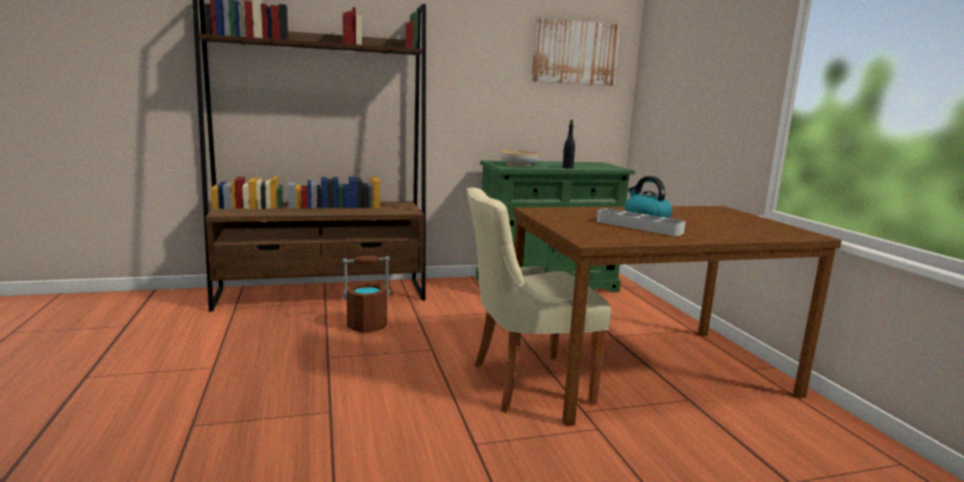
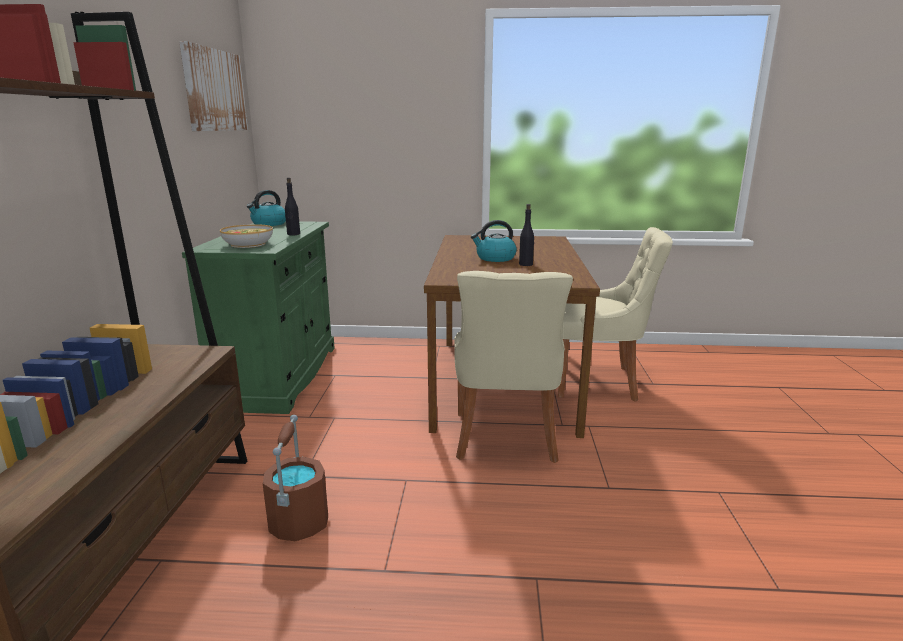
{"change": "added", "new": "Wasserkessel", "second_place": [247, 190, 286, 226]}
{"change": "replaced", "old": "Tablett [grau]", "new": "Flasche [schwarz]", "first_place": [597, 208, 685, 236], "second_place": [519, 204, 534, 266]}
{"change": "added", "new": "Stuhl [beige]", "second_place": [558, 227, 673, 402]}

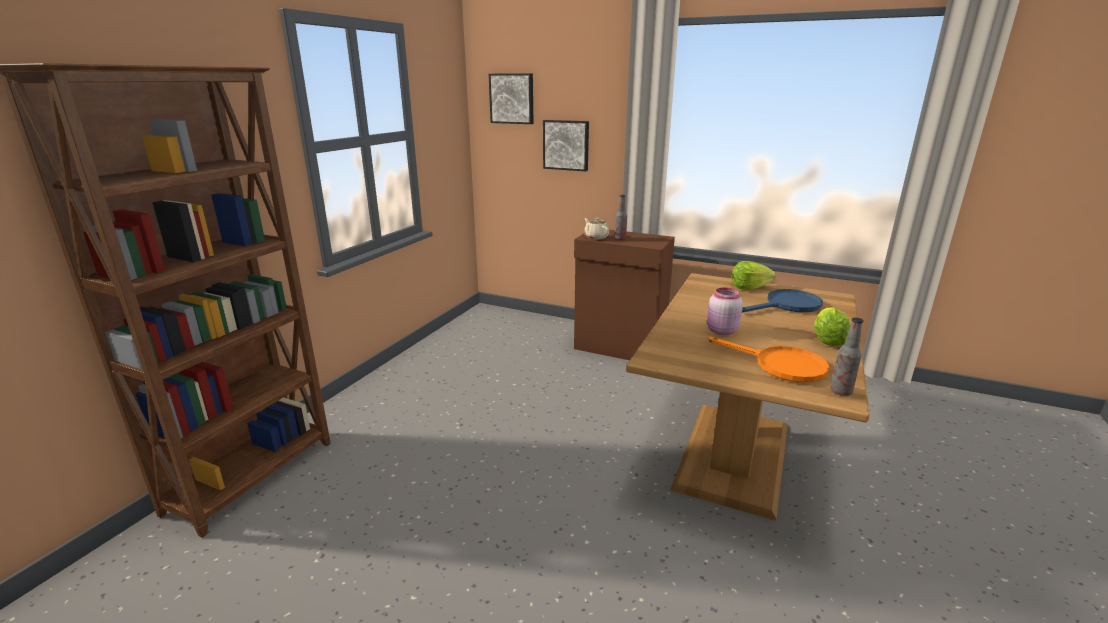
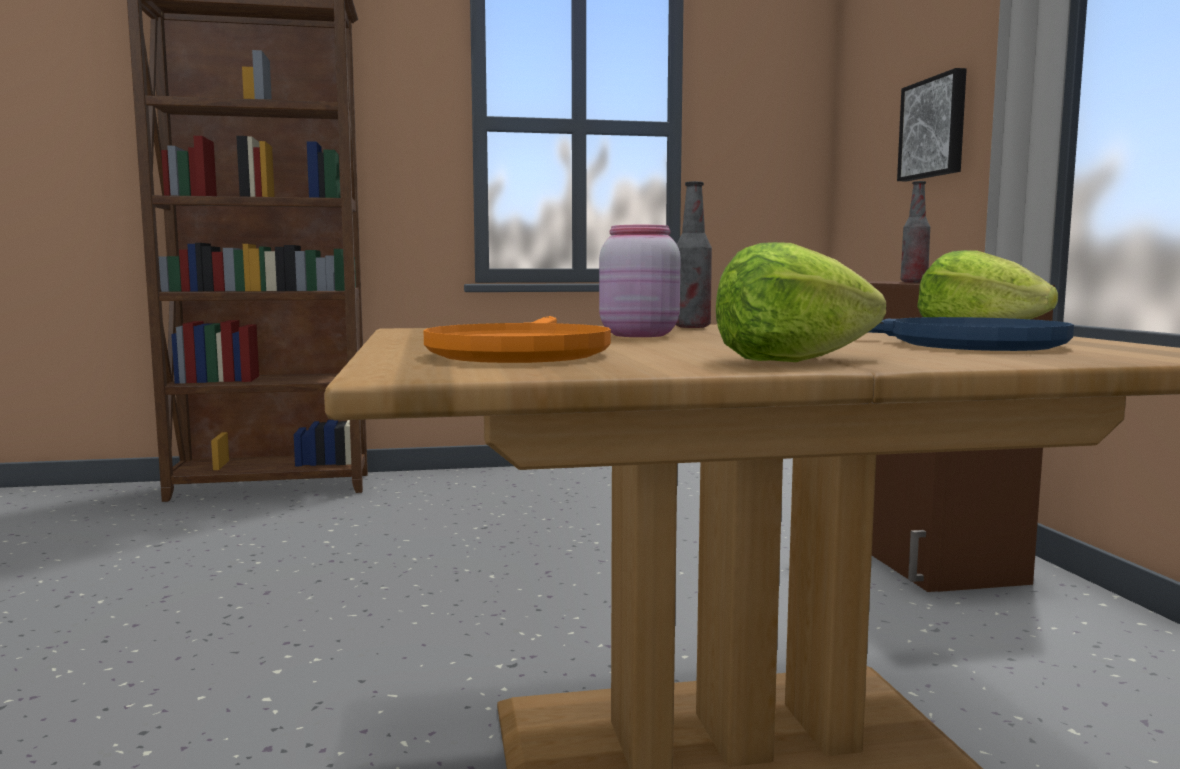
{"change": "moved", "old": "Flasche", "first_place": [830, 317, 864, 396], "second_place": [676, 181, 712, 328]}
{"change": "removed", "old": "Bild", "first_place": [489, 73, 533, 124]}
{"change": "removed", "old": "Teekanne [beige]", "first_place": [584, 218, 609, 239]}

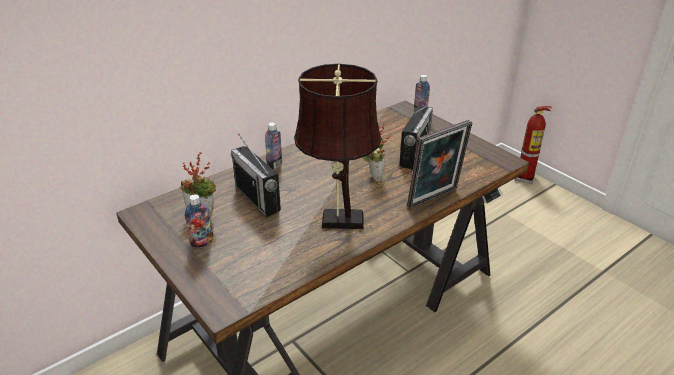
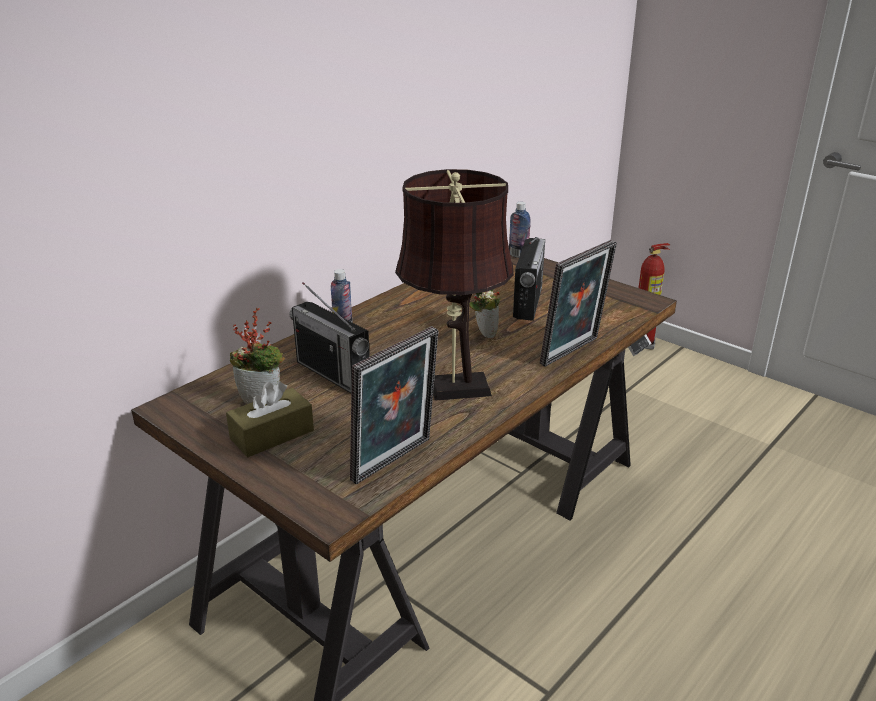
{"change": "replaced", "old": "Flasche", "new": "Taschentuchbox [braun]", "first_place": [185, 194, 213, 248], "second_place": [226, 381, 314, 457]}
{"change": "added", "new": "Bilderrahmen", "second_place": [350, 326, 438, 484]}

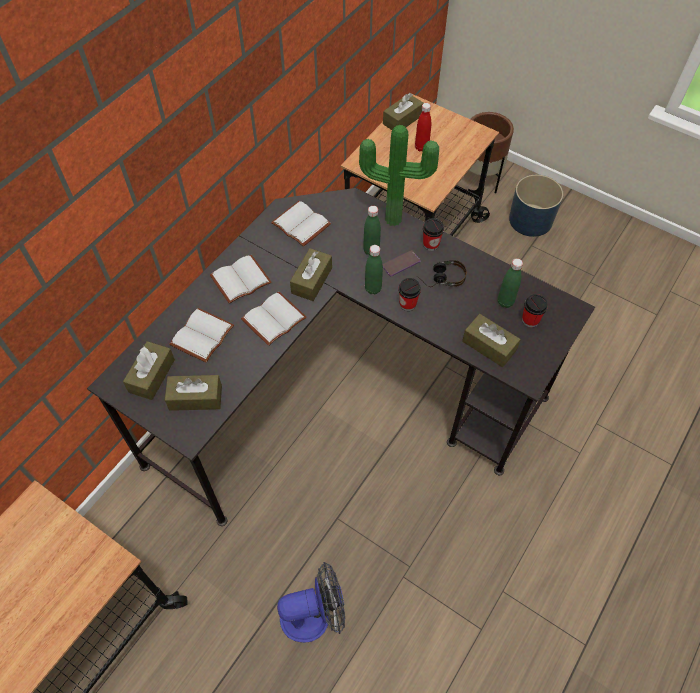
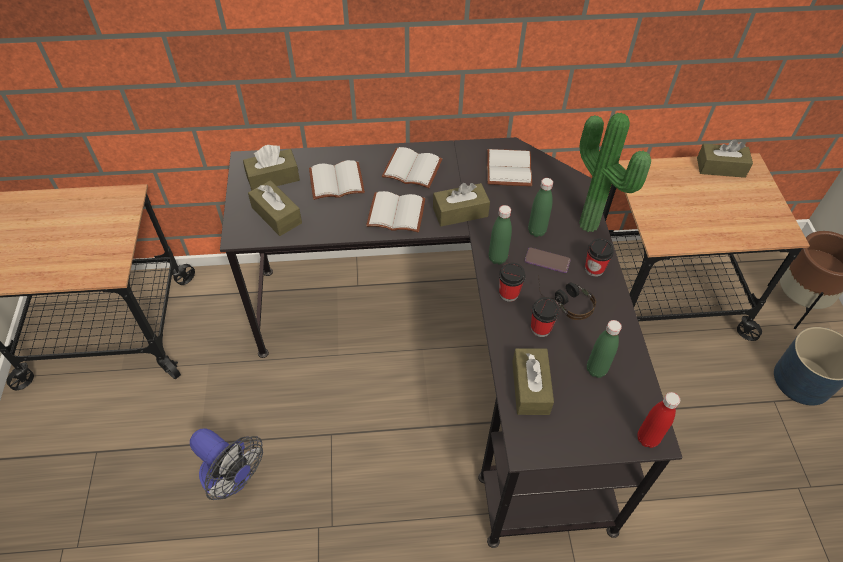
{"change": "moved", "old": "Tasse", "first_place": [522, 294, 548, 328], "second_place": [531, 297, 559, 337]}
{"change": "moved", "old": "Flasche [rot]", "first_place": [415, 103, 431, 152], "second_place": [637, 392, 680, 448]}

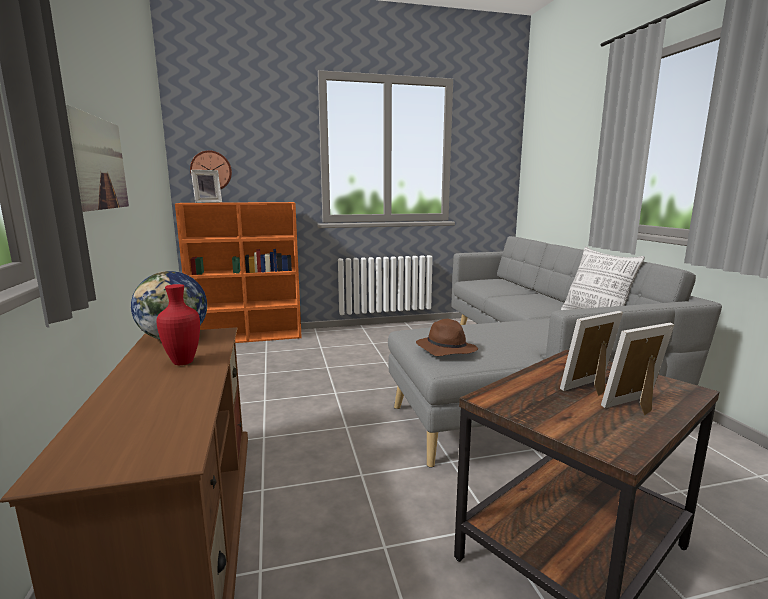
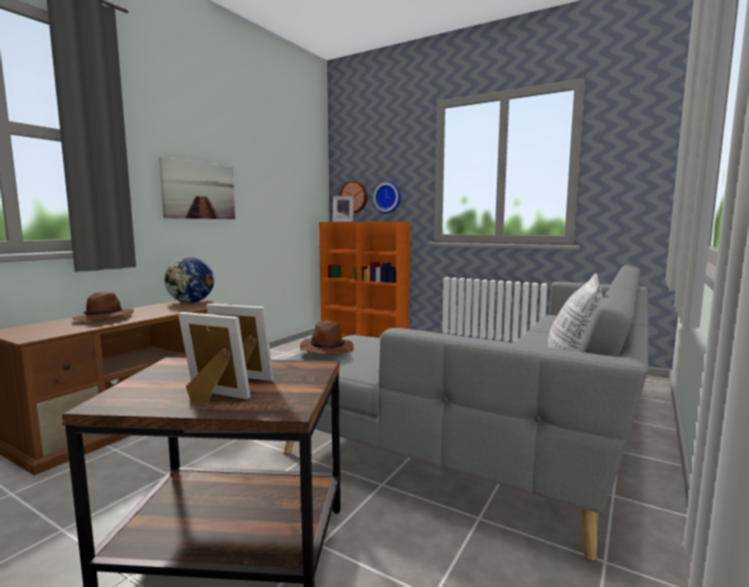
{"change": "added", "new": "Hut [braun]", "second_place": [72, 292, 134, 321]}
{"change": "added", "new": "Wanduhr", "second_place": [373, 181, 401, 213]}
{"change": "removed", "old": "Vase [rot]", "first_place": [156, 284, 200, 365]}

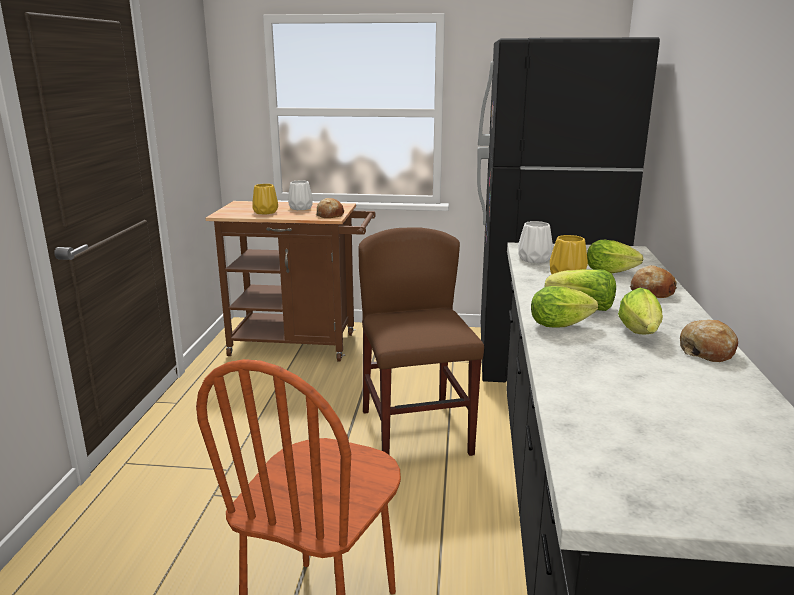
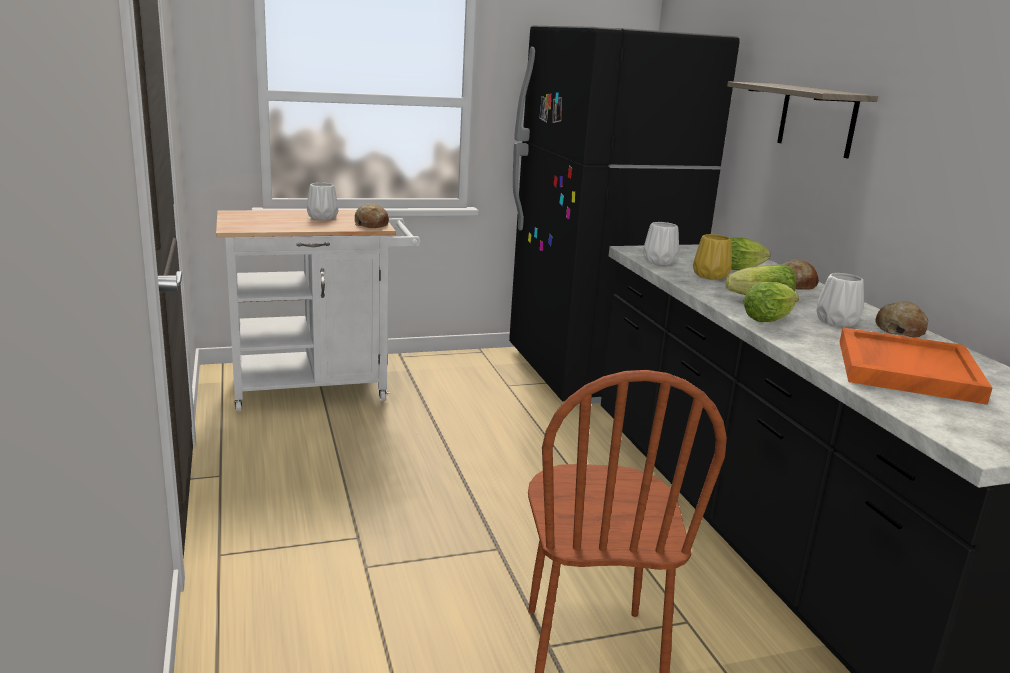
{"change": "recoloured", "old": "Rollwagen [braun]", "new": "Rollwagen [weiß]", "first_place": [205, 201, 376, 362], "second_place": [216, 210, 420, 412]}
{"change": "added", "new": "Wandregal", "second_place": [727, 81, 878, 158]}
{"change": "replaced", "old": "Salatkopf", "new": "Vase [weiß]", "first_place": [618, 288, 663, 335], "second_place": [816, 273, 864, 327]}
{"change": "added", "new": "Tablett [orange]", "second_place": [840, 327, 992, 405]}
{"change": "removed", "old": "Vase [gelb]", "first_place": [252, 184, 278, 214]}
{"change": "removed", "old": "Stuhl [braun]", "first_place": [358, 227, 484, 456]}

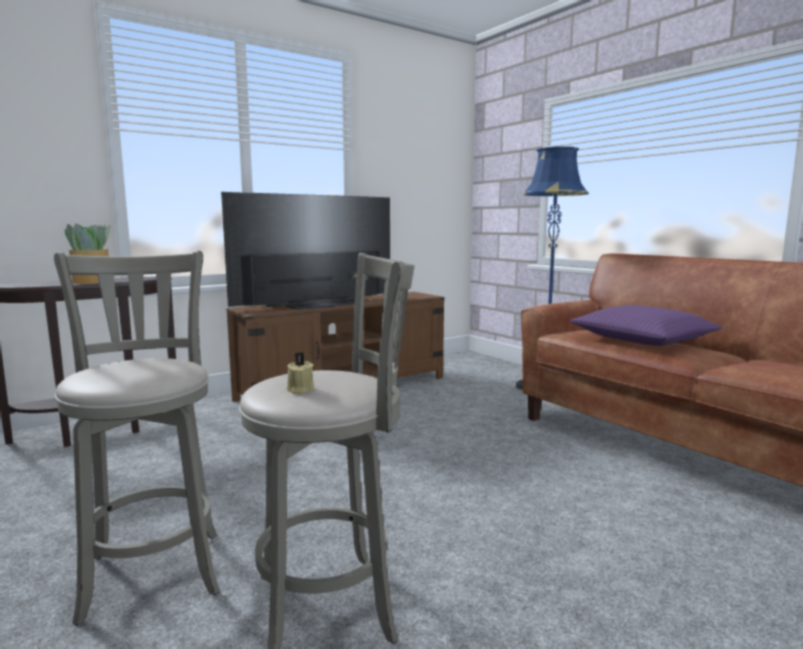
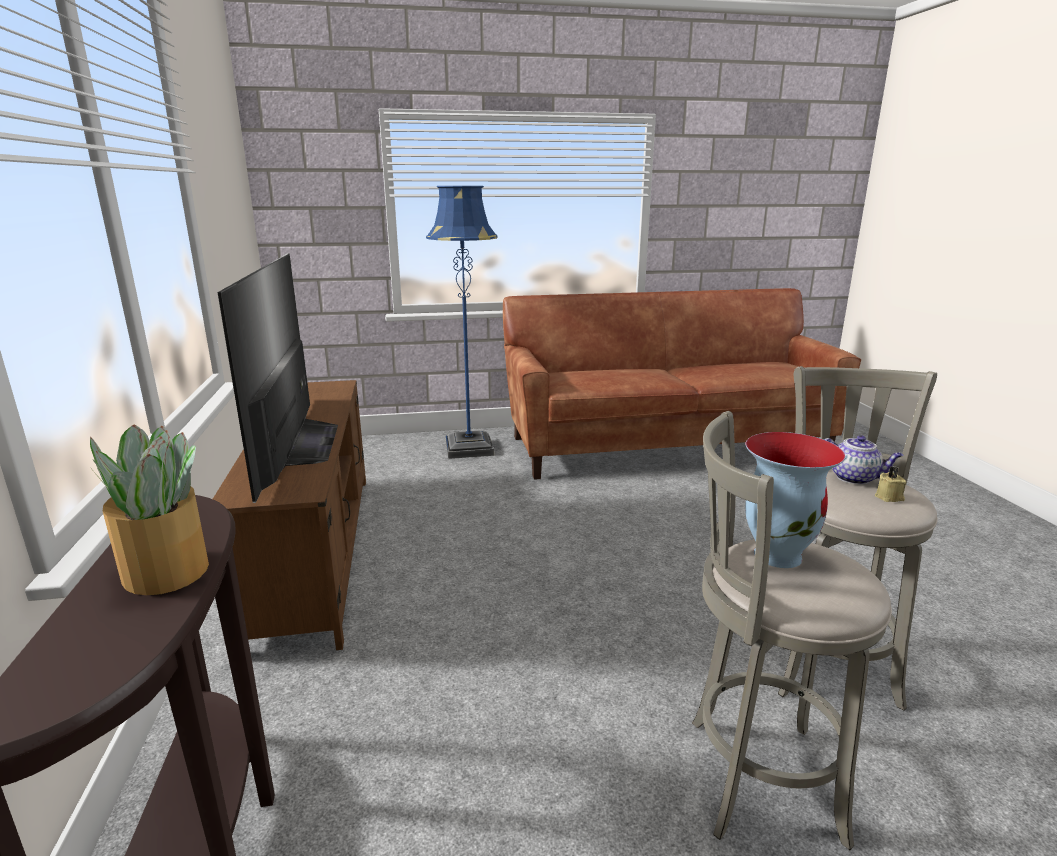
{"change": "added", "new": "Vase", "second_place": [745, 432, 846, 568]}
{"change": "added", "new": "Teekanne", "second_place": [824, 435, 904, 485]}
{"change": "removed", "old": "Kissen [lila]", "first_place": [570, 305, 722, 346]}

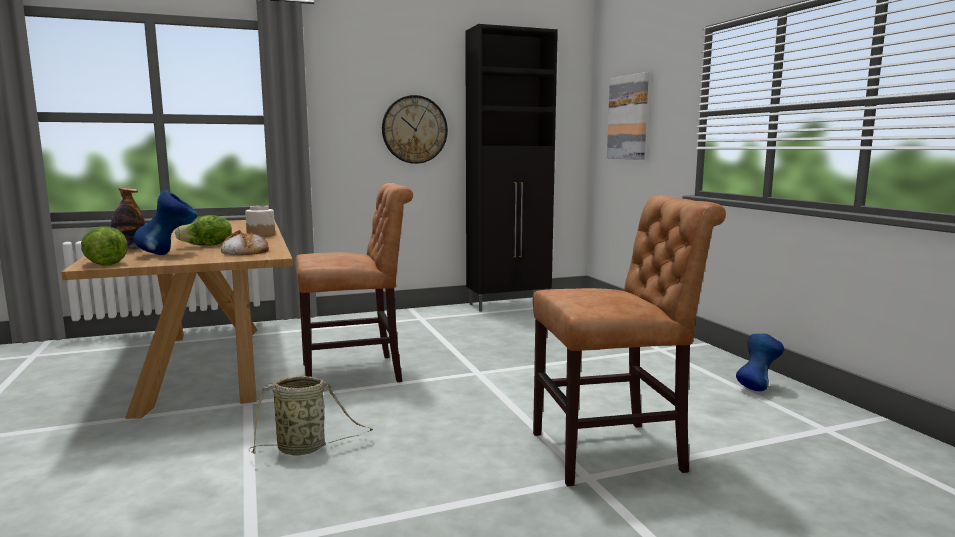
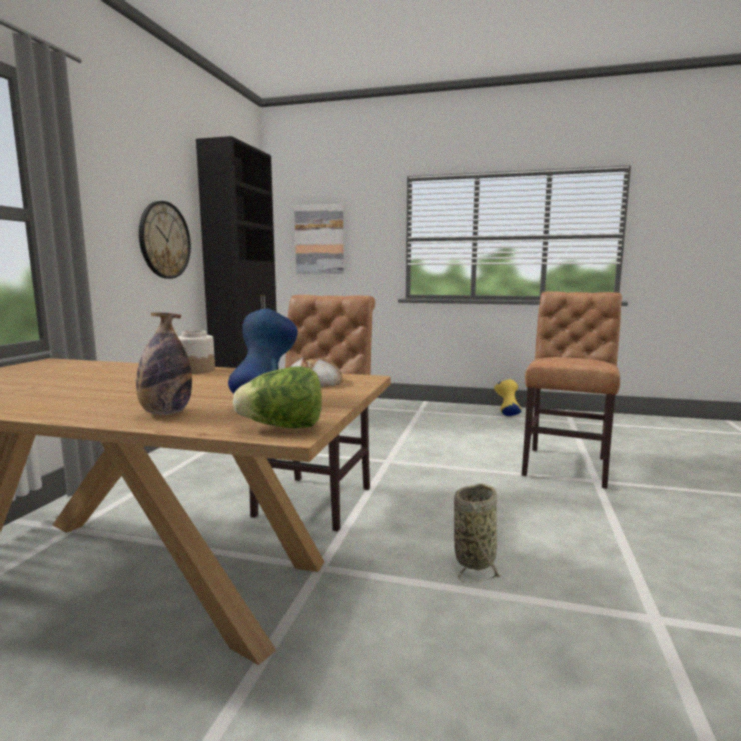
{"change": "recoloured", "old": "Vase [blau]", "new": "Vase [gelb]", "first_place": [736, 333, 784, 391], "second_place": [494, 379, 522, 416]}
{"change": "removed", "old": "Salatkopf", "first_place": [175, 215, 232, 246]}

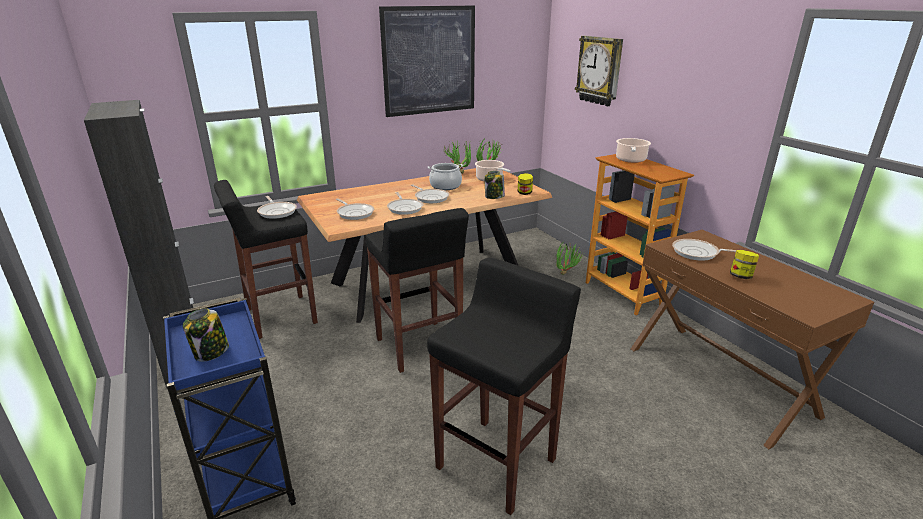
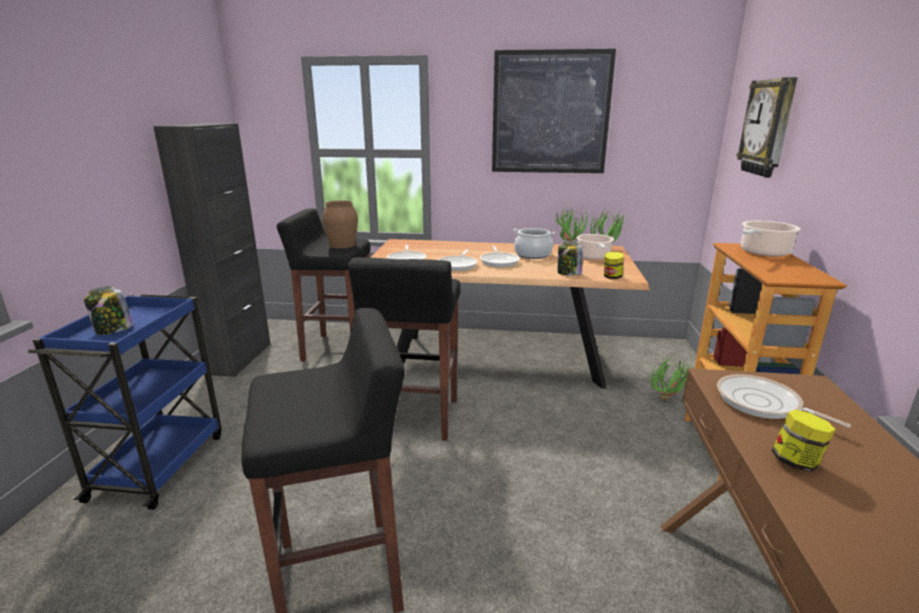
{"change": "replaced", "old": "Pfanne", "new": "Vase [braun]", "first_place": [257, 196, 297, 219], "second_place": [322, 200, 358, 248]}

